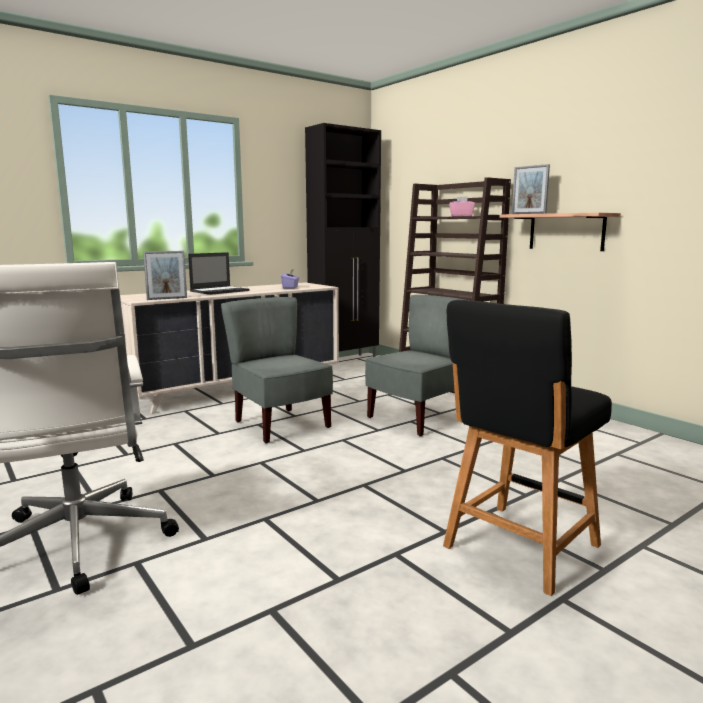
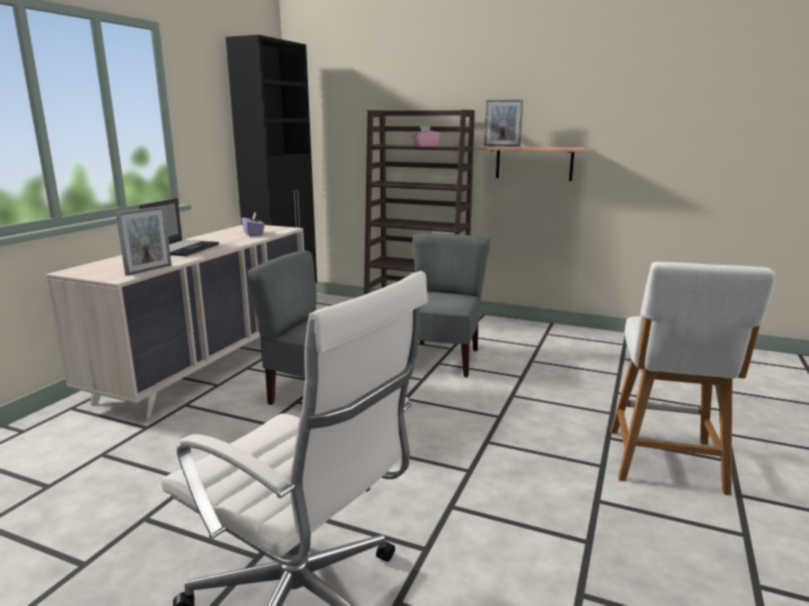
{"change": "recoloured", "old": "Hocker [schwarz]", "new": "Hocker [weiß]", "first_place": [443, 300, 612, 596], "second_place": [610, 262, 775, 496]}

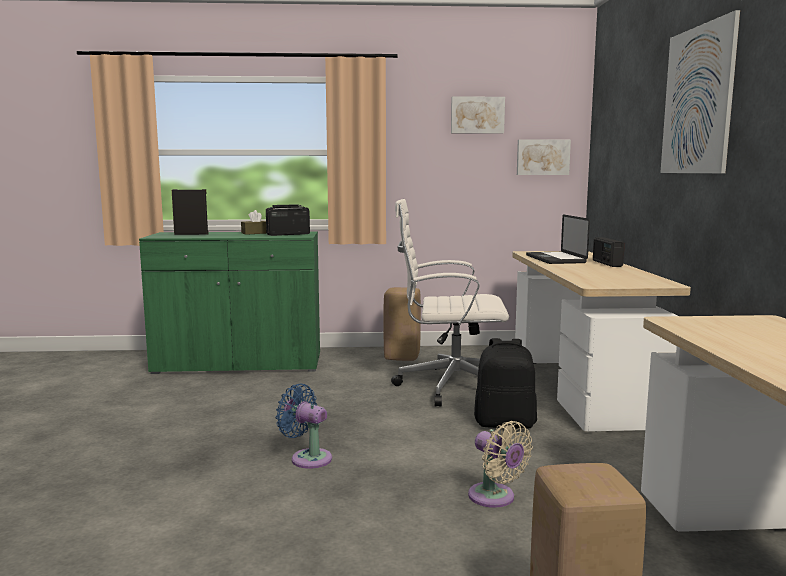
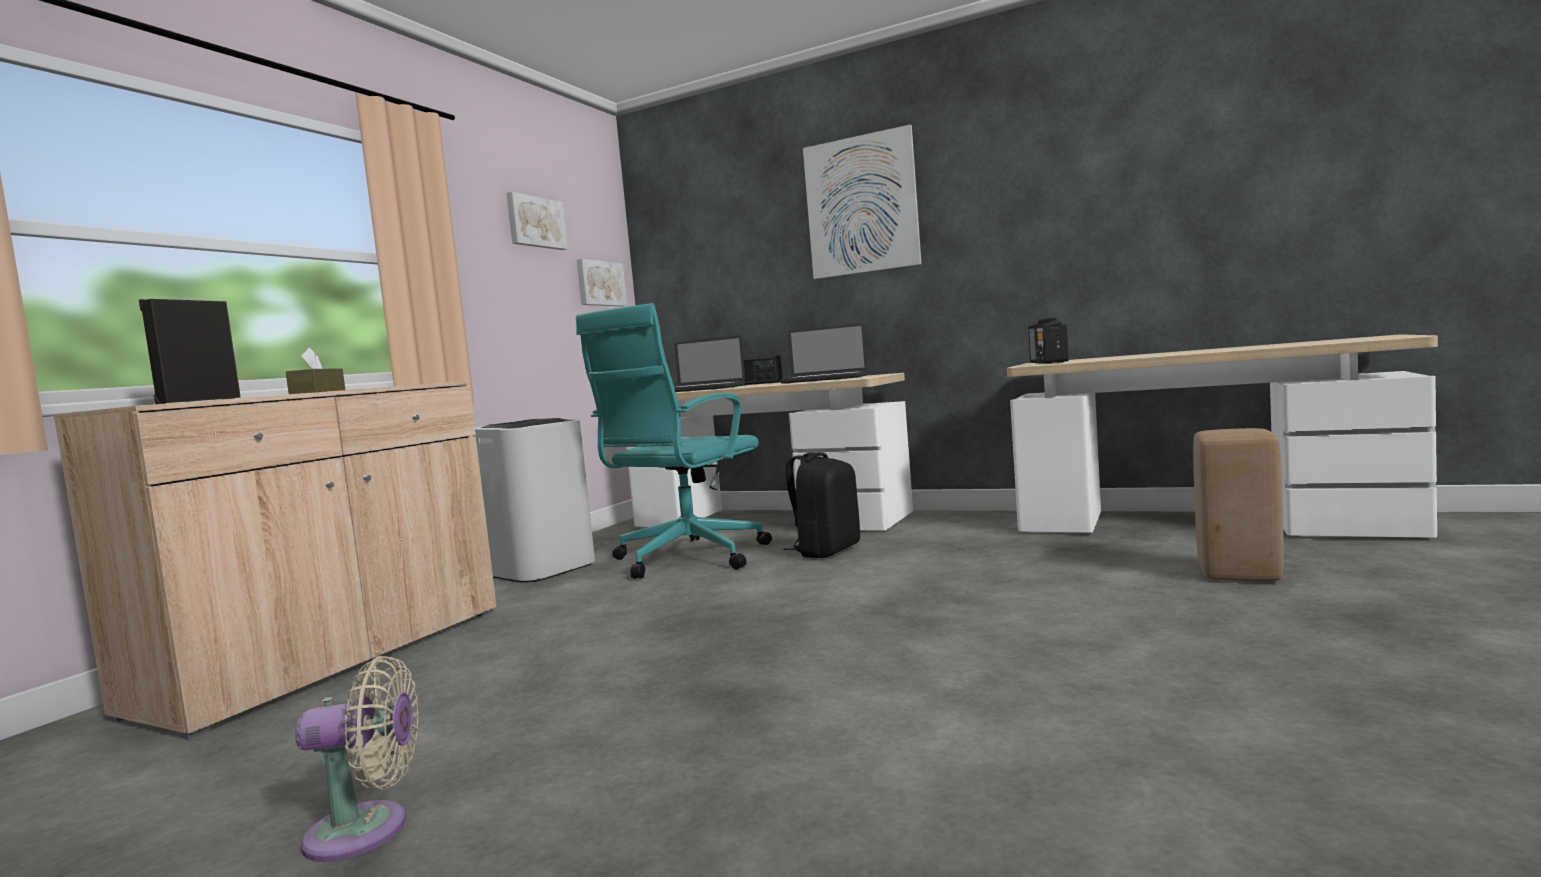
{"change": "recoloured", "old": "Schrank [grün]", "new": "Schrank [beige]", "first_place": [139, 231, 320, 374], "second_place": [53, 381, 497, 740]}
{"change": "moved", "old": "Ventilator [beige]", "first_place": [468, 421, 533, 508], "second_place": [295, 656, 419, 862]}
{"change": "replaced", "old": "Hocker [beige]", "new": "Mülleimer [weiß]", "first_place": [384, 287, 421, 361], "second_place": [473, 418, 595, 582]}
{"change": "recoloured", "old": "Bürostuhl [weiß]", "new": "Bürostuhl [türkis]", "first_place": [391, 199, 509, 407], "second_place": [576, 303, 772, 579]}
{"change": "added", "new": "Laptop", "second_place": [780, 323, 868, 384]}
{"change": "moved", "old": "Radio", "first_place": [266, 204, 310, 236], "second_place": [1028, 318, 1069, 364]}
{"change": "removed", "old": "Ventilator [blau]", "first_place": [276, 384, 332, 469]}

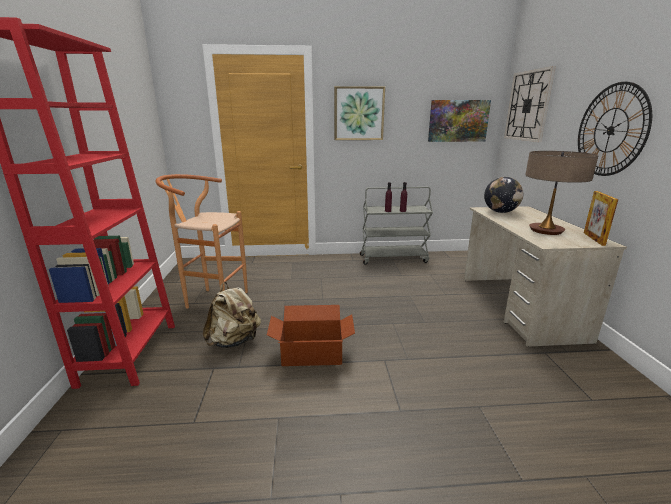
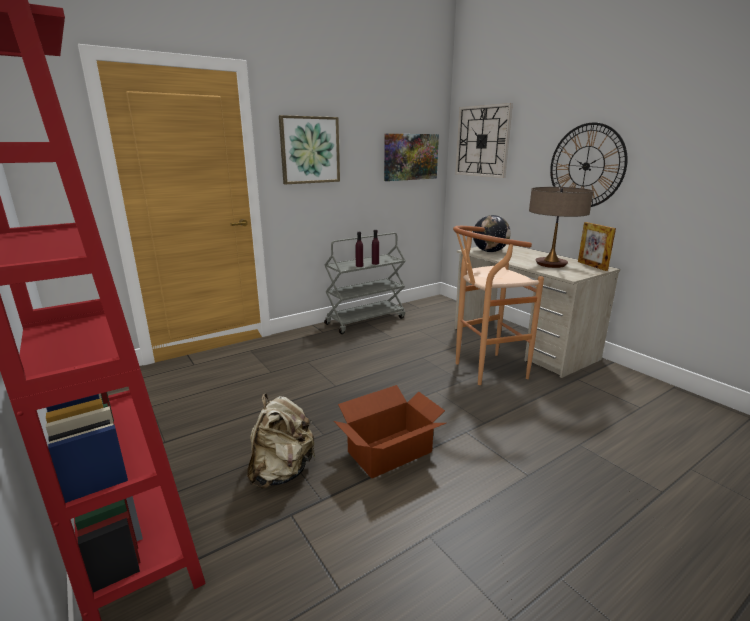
{"change": "moved", "old": "Hocker [braun]", "first_place": [155, 174, 248, 309], "second_place": [453, 226, 544, 385]}

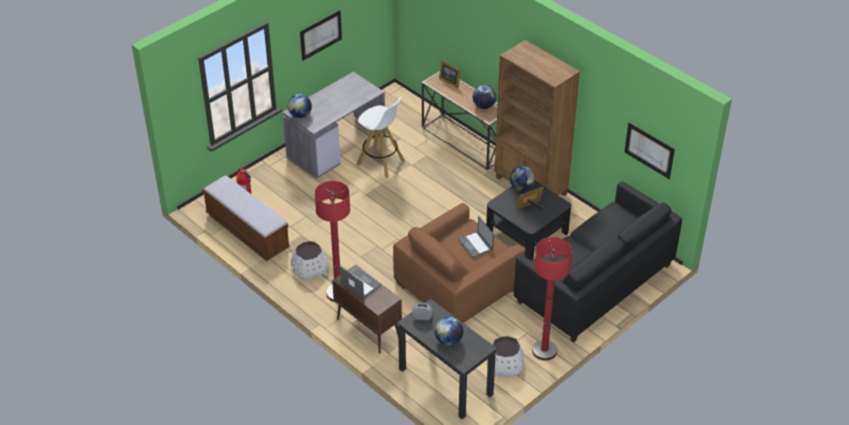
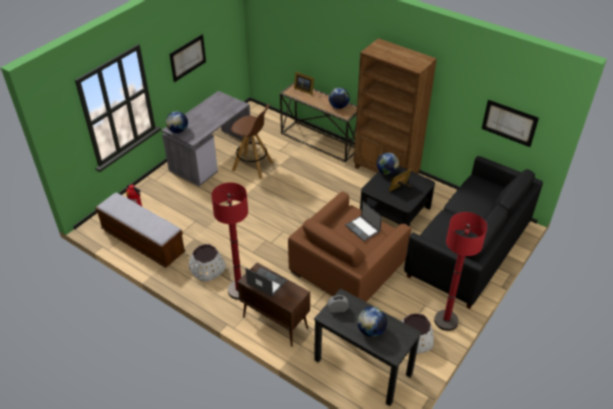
{"change": "recoloured", "old": "Hocker [weiß]", "new": "Hocker [braun]", "first_place": [357, 97, 405, 178], "second_place": [231, 104, 273, 179]}

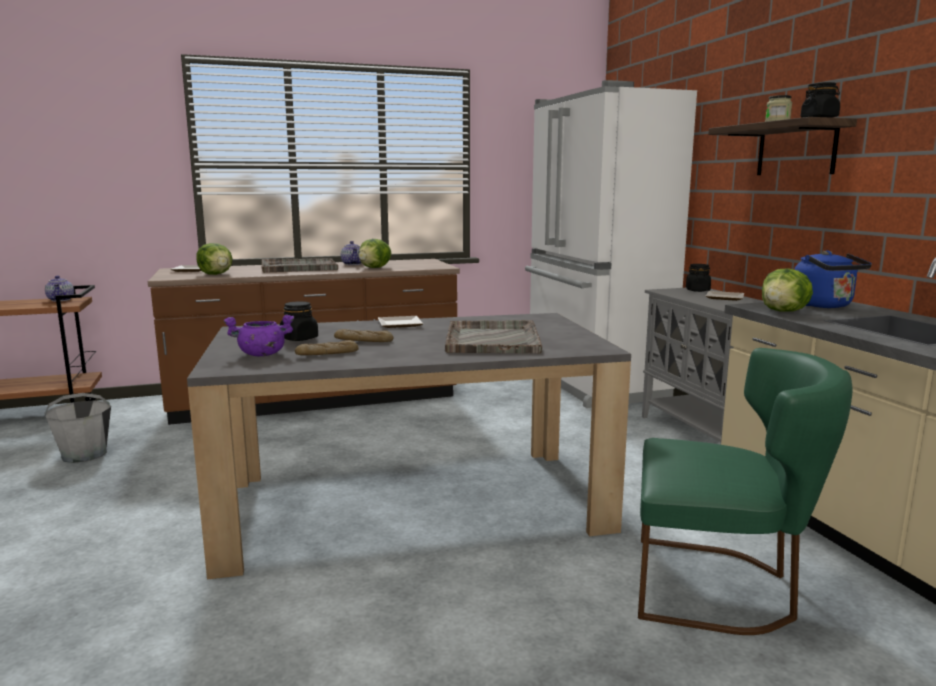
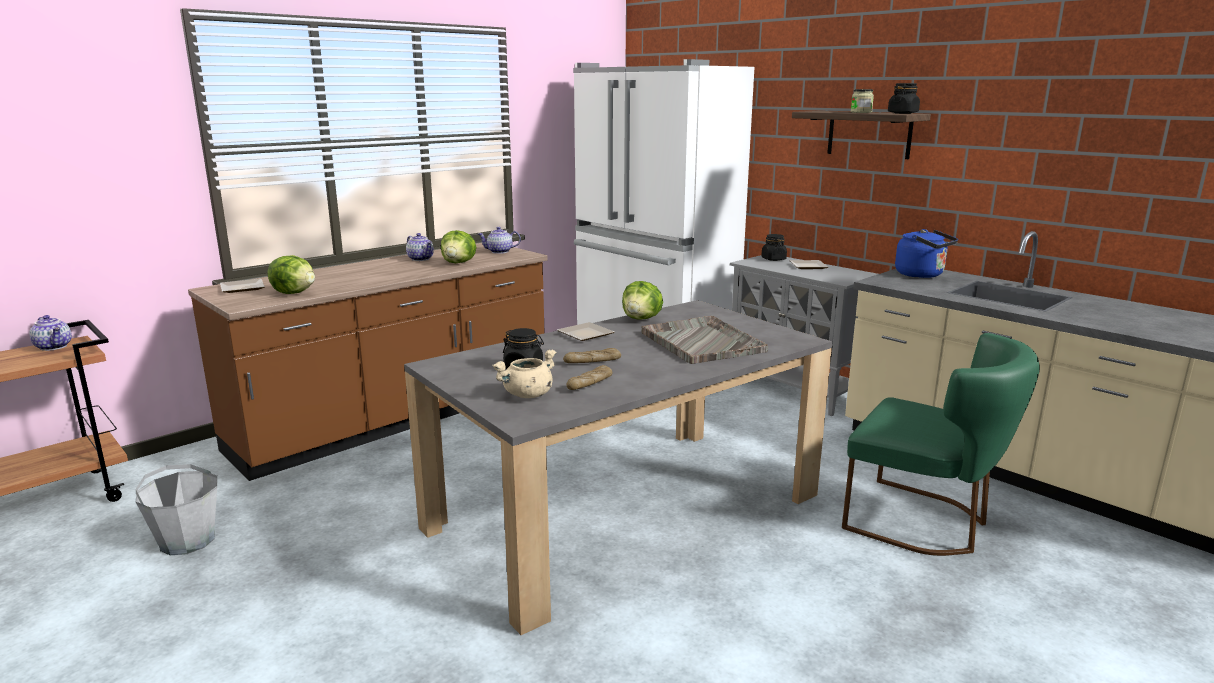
{"change": "added", "new": "Teekanne", "second_place": [478, 227, 521, 254]}
{"change": "recoloured", "old": "Kochtopf [lila]", "new": "Kochtopf [beige]", "first_place": [223, 314, 294, 356], "second_place": [492, 349, 557, 398]}
{"change": "moved", "old": "Salatkopf", "first_place": [762, 268, 813, 311], "second_place": [622, 281, 663, 320]}
{"change": "turned", "old": "Stuhl [grün]", "first_place": [638, 348, 852, 635], "second_place": [842, 333, 1040, 556], "degrees": 45}
{"change": "removed", "old": "Tablett [grau]", "first_place": [261, 258, 338, 273]}

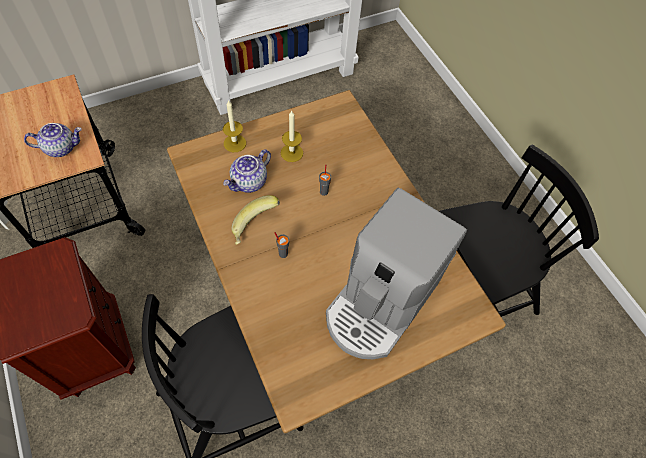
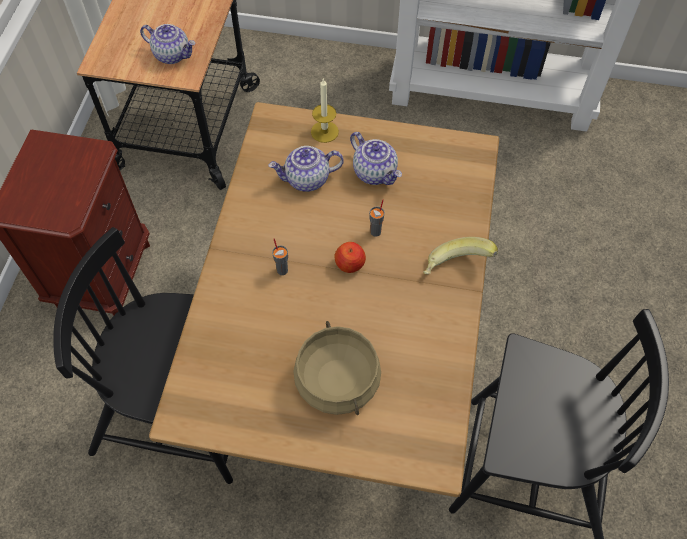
{"change": "replaced", "old": "Kaffeemaschine", "new": "Kochtopf [beige]", "first_place": [326, 187, 467, 359], "second_place": [294, 321, 381, 415]}
{"change": "added", "new": "Apfel", "second_place": [334, 242, 366, 273]}
{"change": "replaced", "old": "Kerze", "new": "Teekanne", "first_place": [281, 111, 303, 162], "second_place": [350, 132, 402, 185]}
{"change": "moved", "old": "Banane", "first_place": [231, 195, 280, 245], "second_place": [423, 237, 498, 274]}

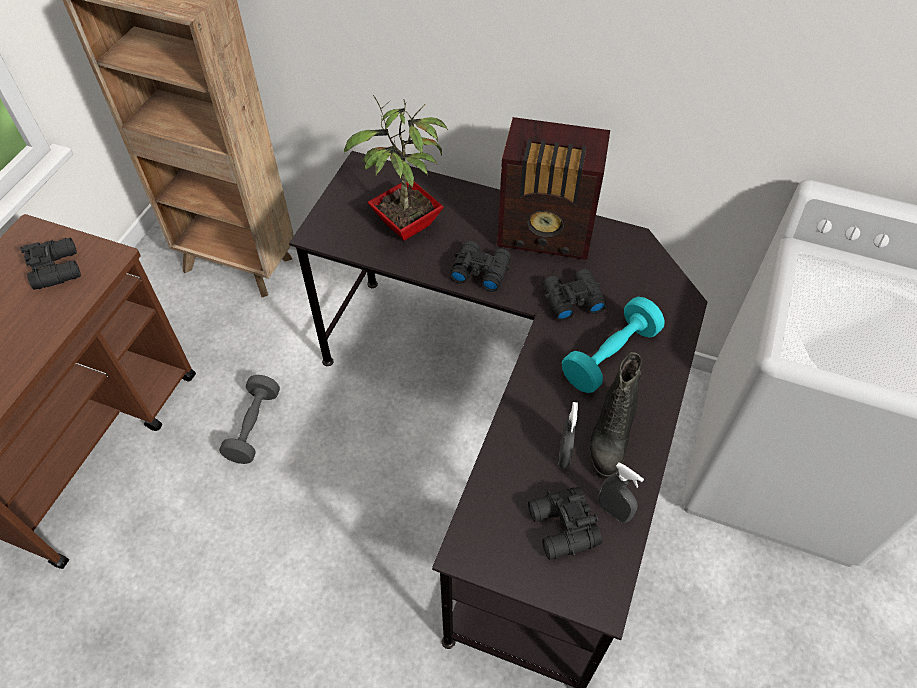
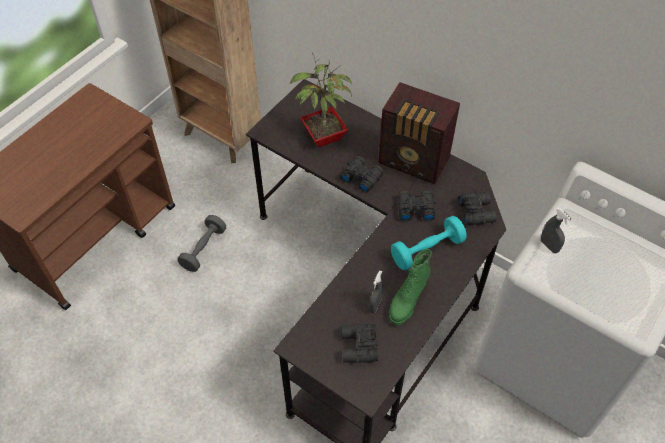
{"change": "recoloured", "old": "Stiefel [schwarz]", "new": "Stiefel [grün]", "first_place": [588, 352, 642, 479], "second_place": [389, 249, 432, 325]}
{"change": "moved", "old": "Fernglas [schwarz]", "first_place": [20, 238, 81, 290], "second_place": [458, 191, 497, 225]}
{"change": "moved", "old": "Sprühflasche [grau]", "first_place": [598, 463, 644, 523], "second_place": [541, 208, 571, 253]}

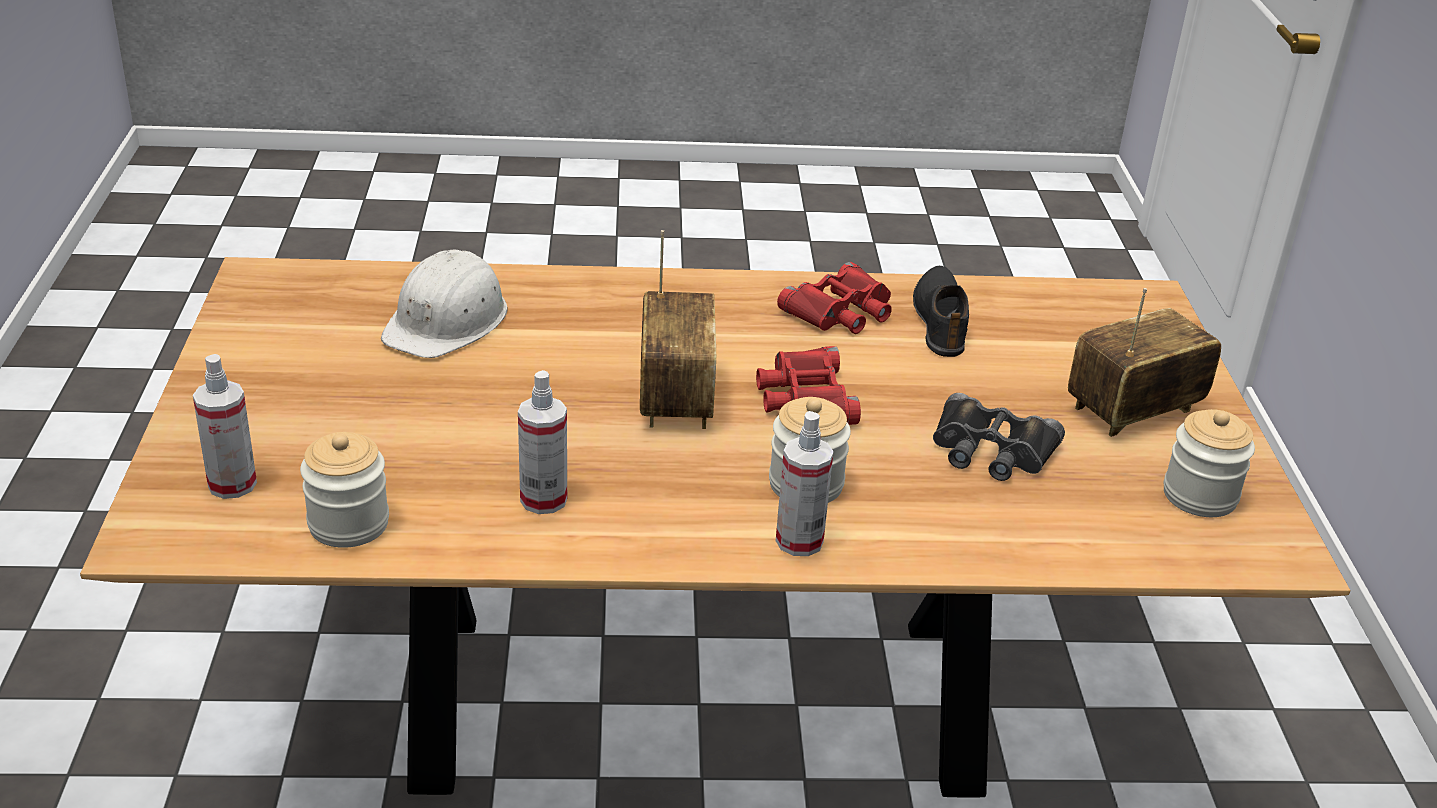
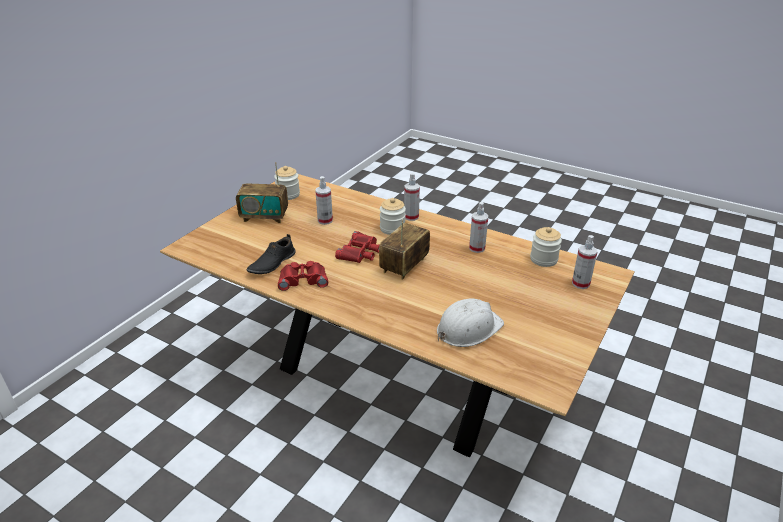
{"change": "replaced", "old": "Fernglas [schwarz]", "new": "Sprühflasche", "first_place": [933, 393, 1065, 481], "second_place": [315, 176, 333, 225]}

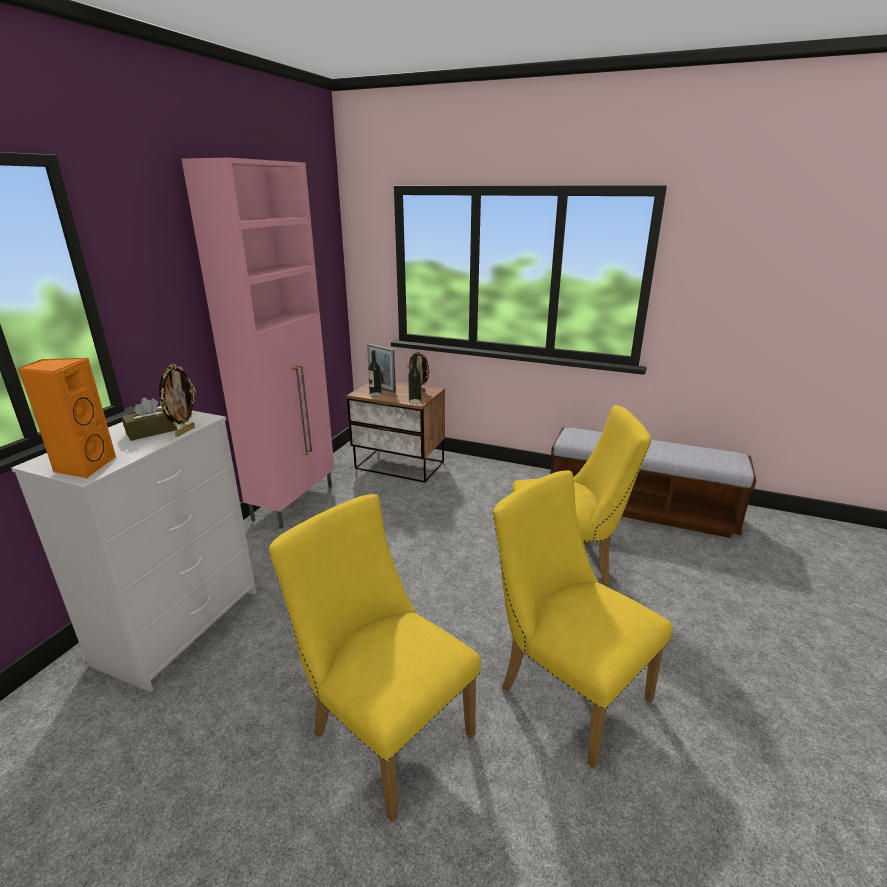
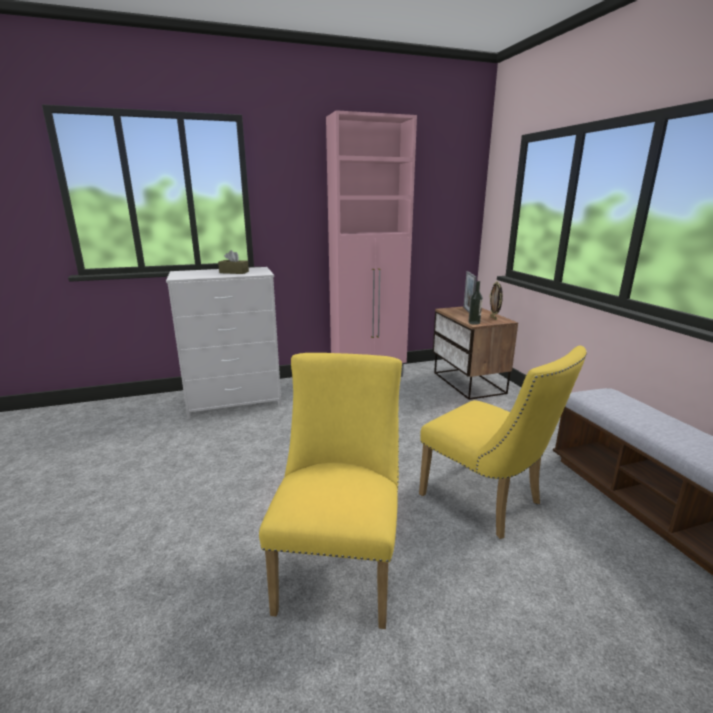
{"change": "removed", "old": "Lautsprecher [orange]", "first_place": [18, 358, 117, 478]}
{"change": "removed", "old": "Bilderrahmen", "first_place": [159, 364, 196, 437]}
{"change": "removed", "old": "Stuhl [gelb]", "first_place": [269, 494, 481, 822]}
{"change": "removed", "old": "Flasche", "first_place": [368, 350, 382, 397]}

